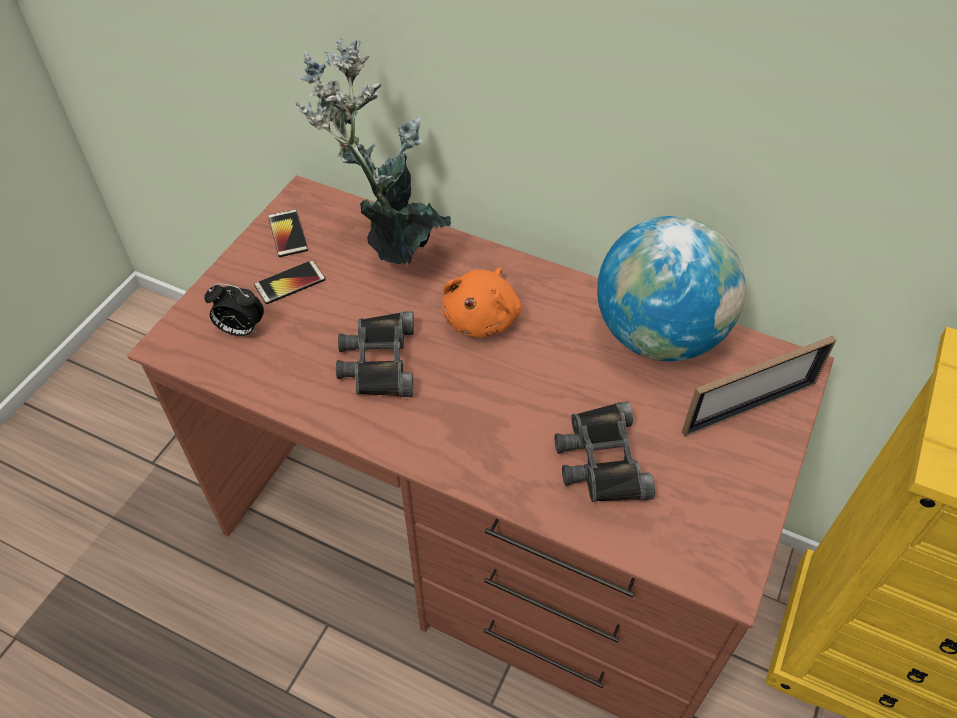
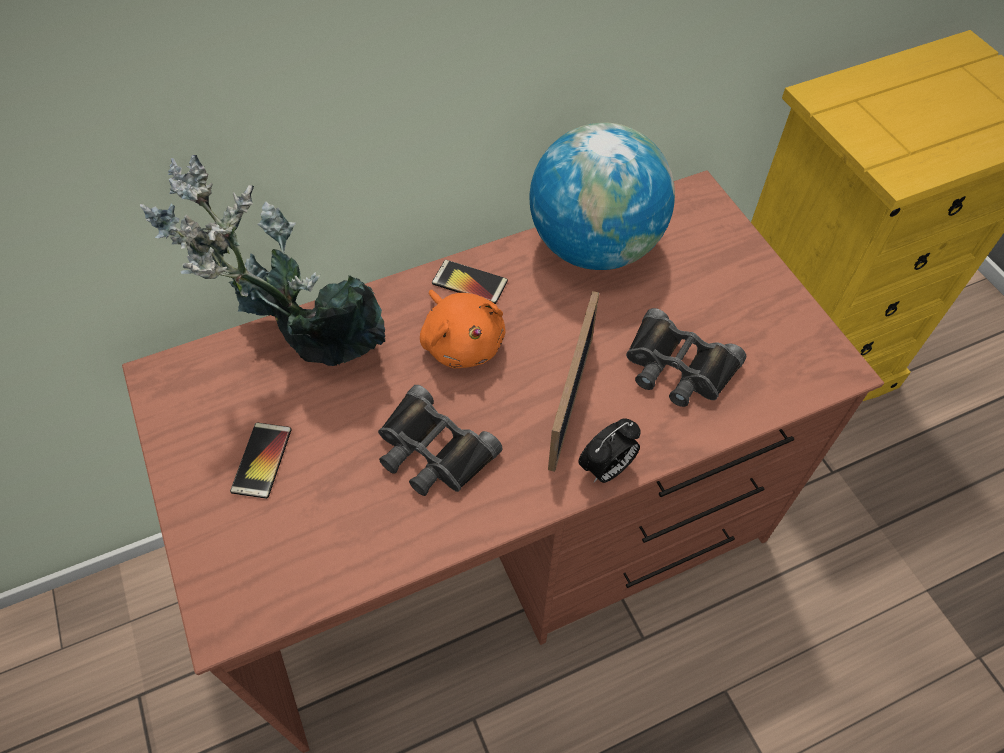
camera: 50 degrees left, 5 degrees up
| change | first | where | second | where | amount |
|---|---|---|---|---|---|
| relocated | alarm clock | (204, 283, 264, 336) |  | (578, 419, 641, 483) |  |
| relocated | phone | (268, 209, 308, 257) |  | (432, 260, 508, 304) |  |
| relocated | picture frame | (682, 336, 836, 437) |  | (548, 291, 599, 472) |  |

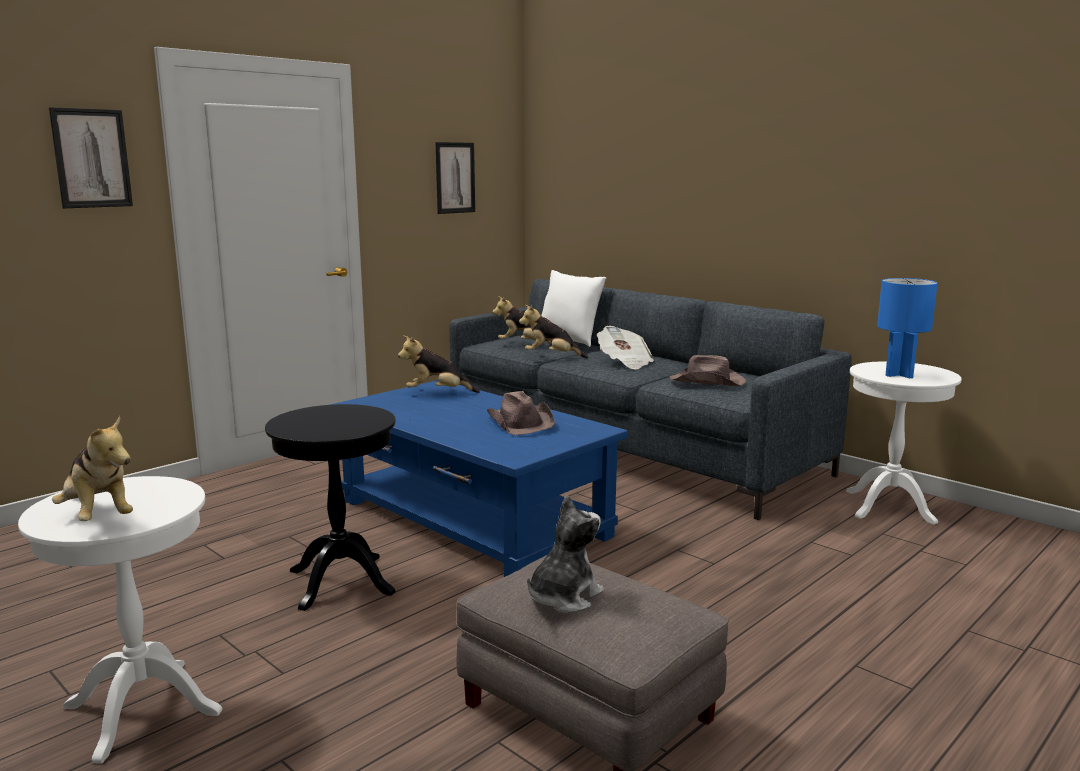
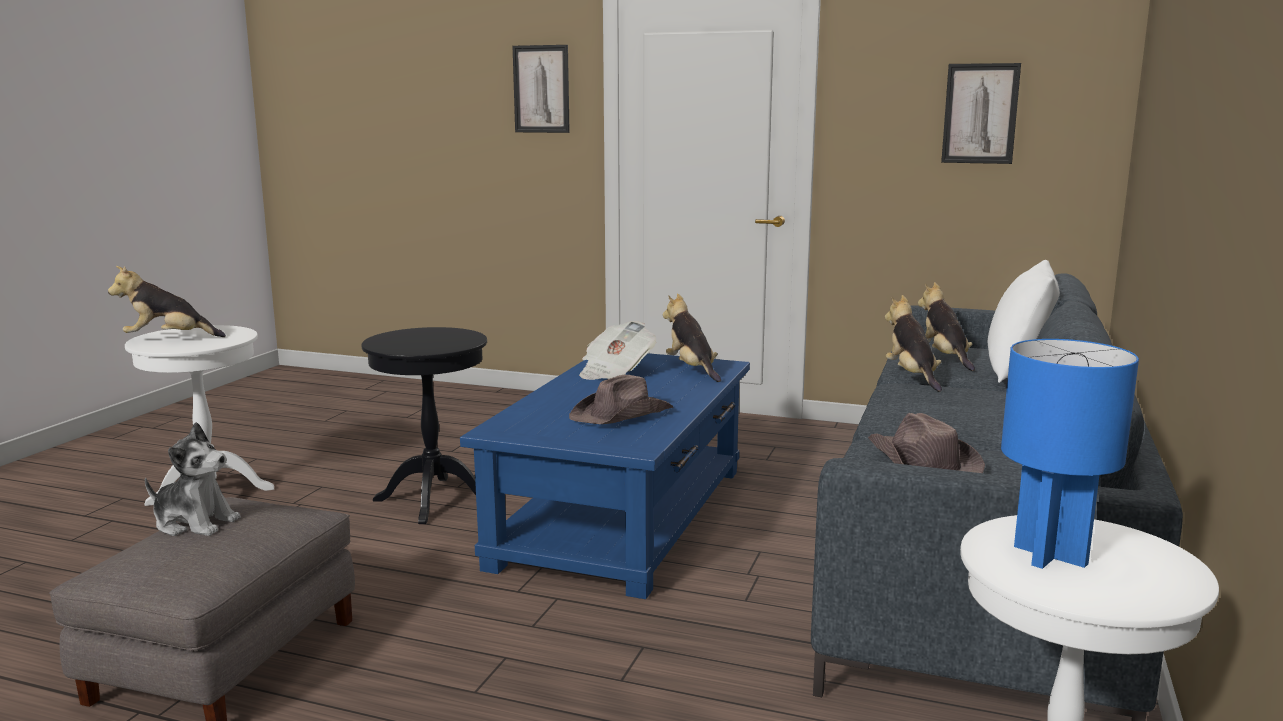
camera: 65 degrees right, 0 degrees up
| change | first | where | second | where | amount |
|---|---|---|---|---|---|
| relocated | newspaper | (597, 326, 654, 369) |  | (579, 321, 656, 380) |  |
| spun | plush toy | (52, 416, 133, 521) |  | (108, 266, 226, 337) | 60 degrees clockwise |

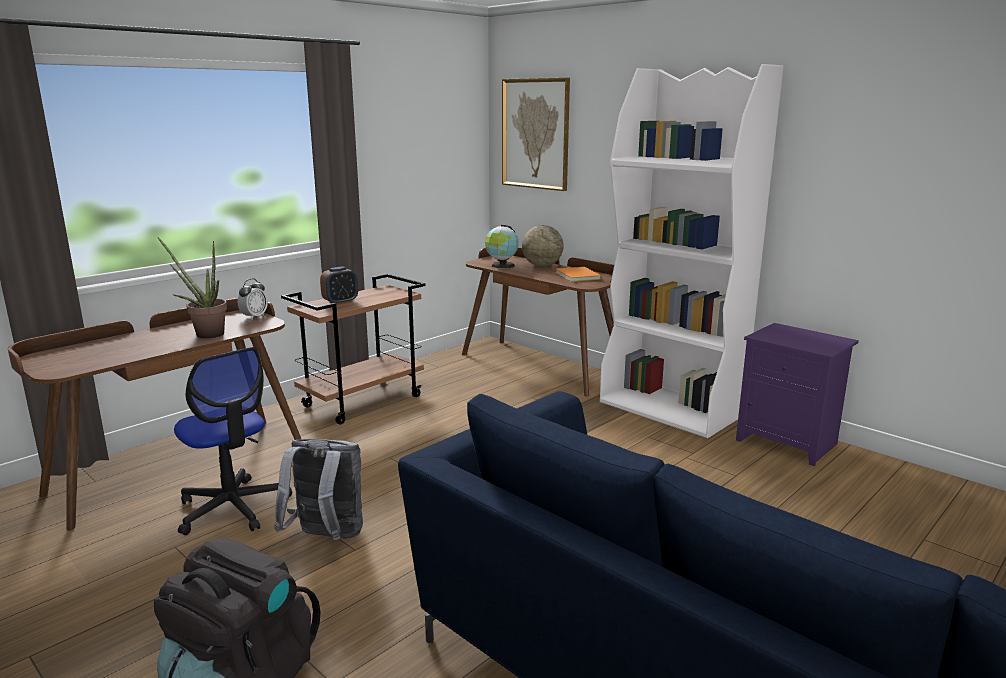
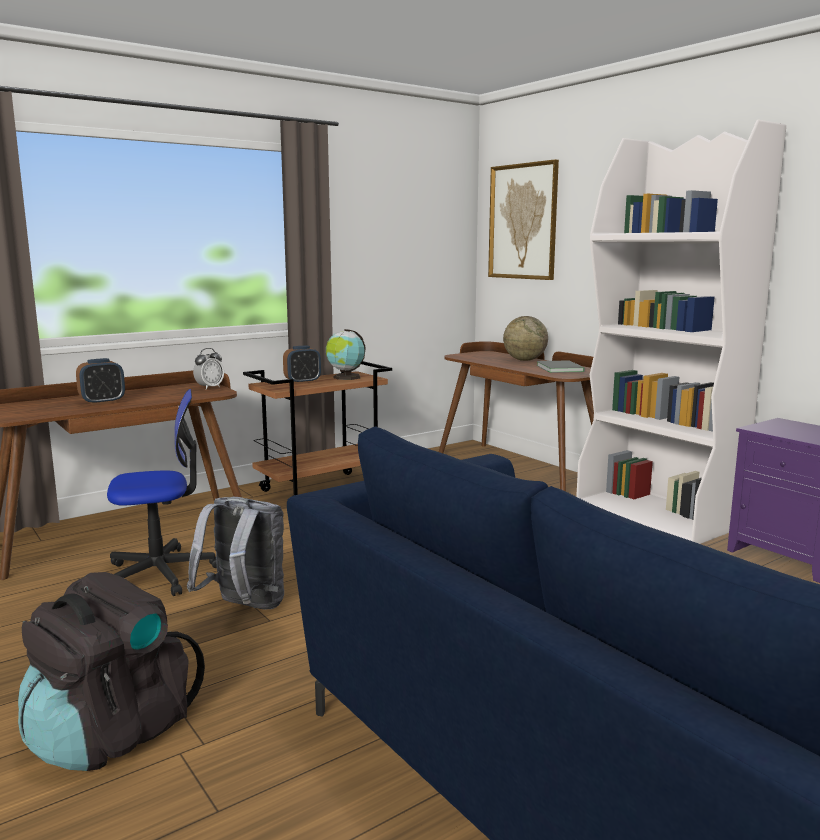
camera: 10 degrees right, 5 degrees down
| change | first | where | second | where | amount |
|---|---|---|---|---|---|
| missing | potted plant | (157, 237, 227, 339) |  |  |  |
| appeared |  |  | alarm clock | (76, 358, 125, 405) |  |
| relocated | globe | (485, 225, 519, 268) |  | (326, 329, 366, 380) |  |
| colour | orange book | (556, 267, 602, 282) | grey book | (537, 360, 585, 373) |  |
| spun | office chair | (174, 347, 292, 535) |  | (107, 389, 217, 596) | 75 degrees counterclockwise |

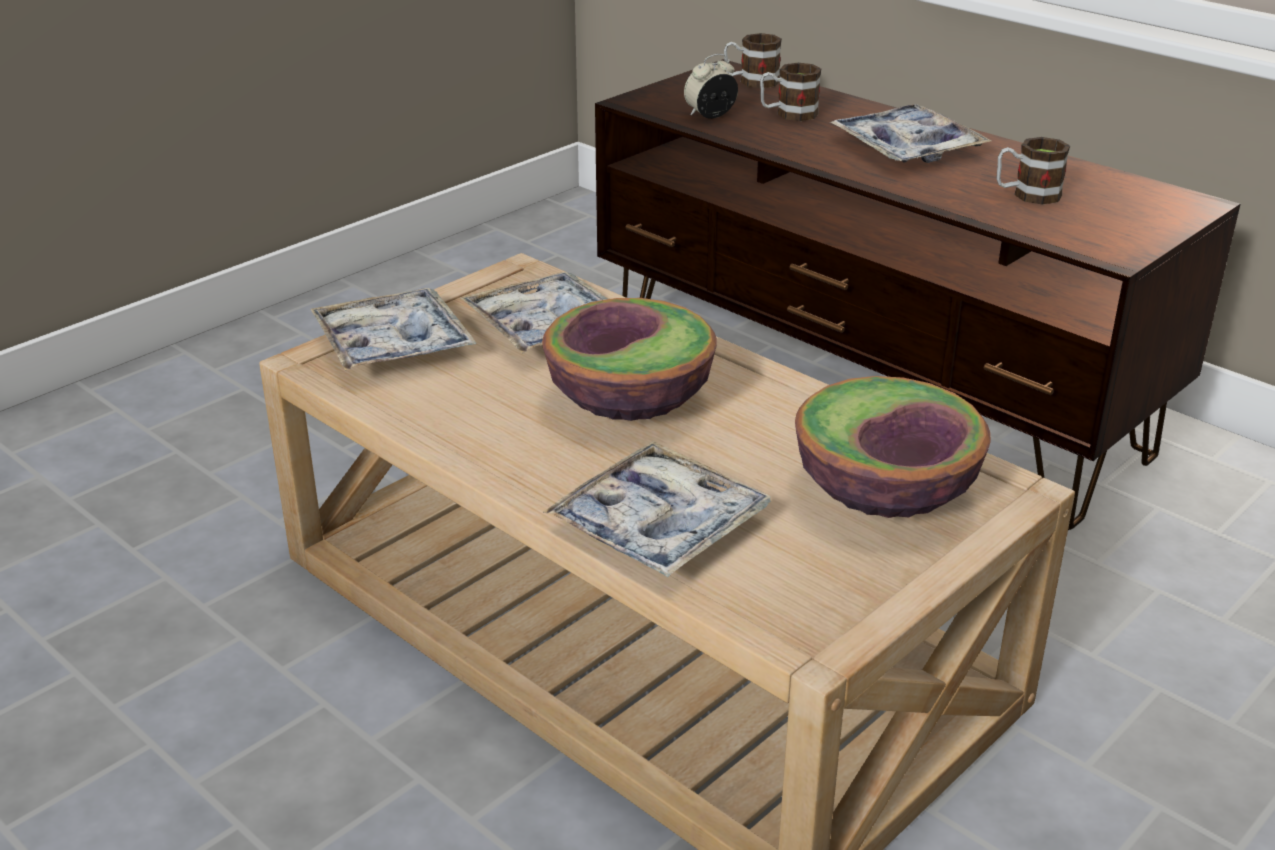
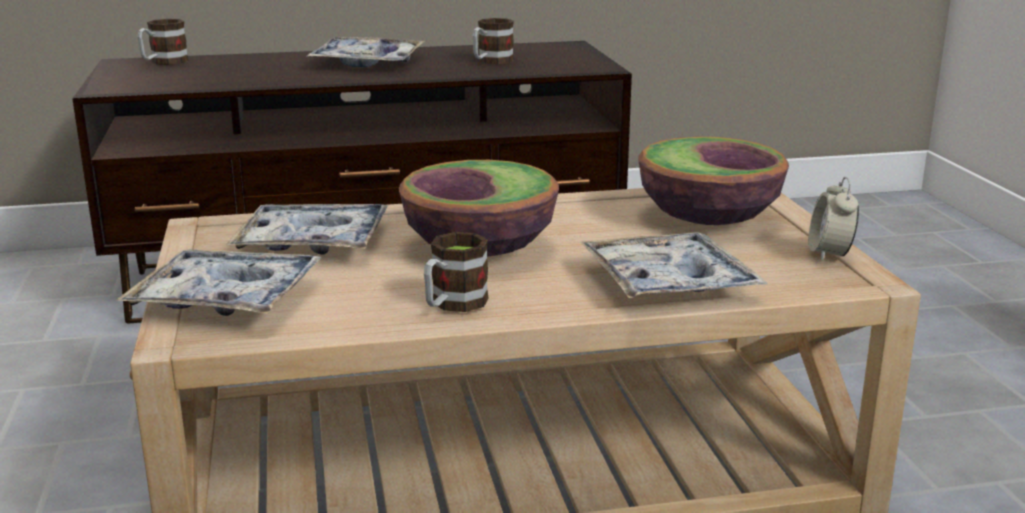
camera: 55 degrees left, 10 degrees down
| change | first | where | second | where | amount |
|---|---|---|---|---|---|
| relocated | alarm clock | (684, 54, 738, 119) |  | (809, 177, 859, 261) |  |
| relocated | mug | (760, 63, 821, 121) |  | (424, 232, 489, 312) |  |

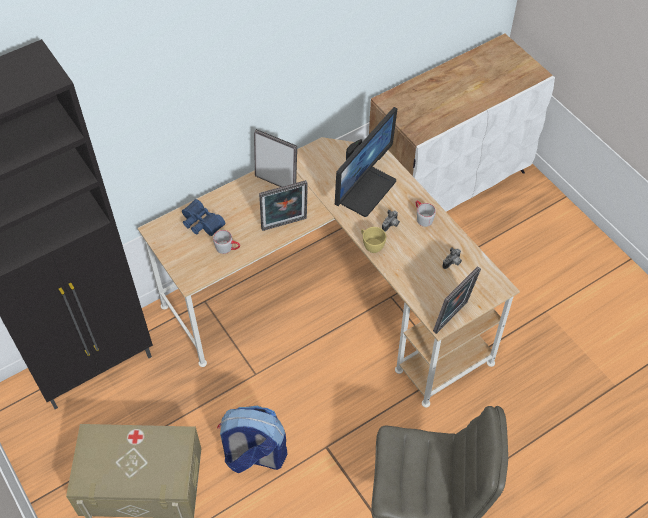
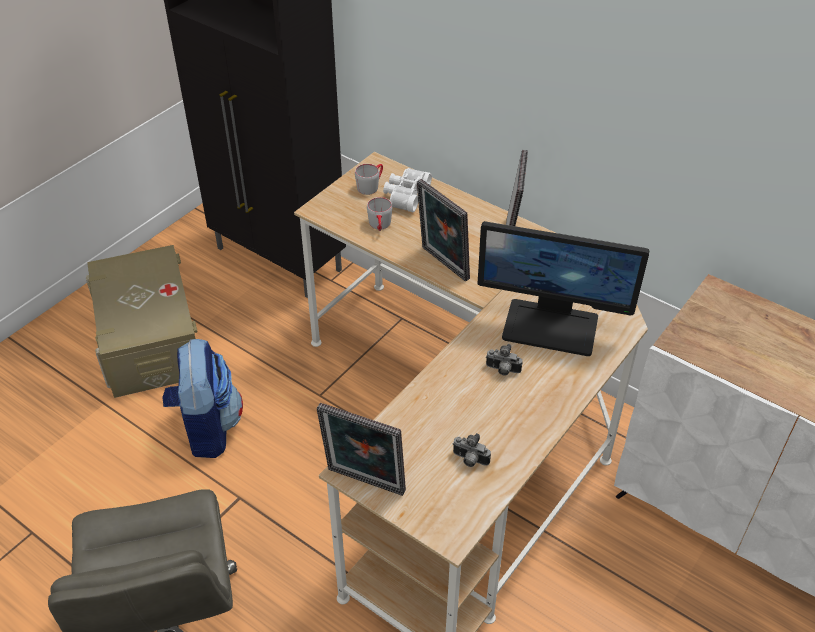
camera: 70 degrees right, 10 degrees down
| change | first | where | second | where | amount |
|---|---|---|---|---|---|
| missing | yellow cup | (361, 227, 386, 253) |  |  |  |
| relocated | grey mug | (416, 201, 436, 227) |  | (355, 164, 383, 195) |  |
| colour | blue binoculars | (182, 199, 225, 236) | white binoculars | (383, 168, 432, 213) |  |

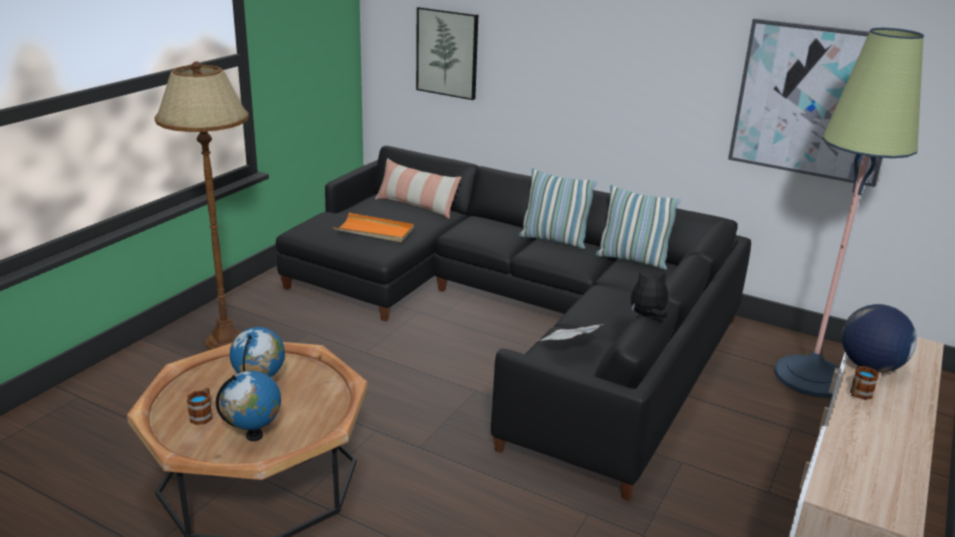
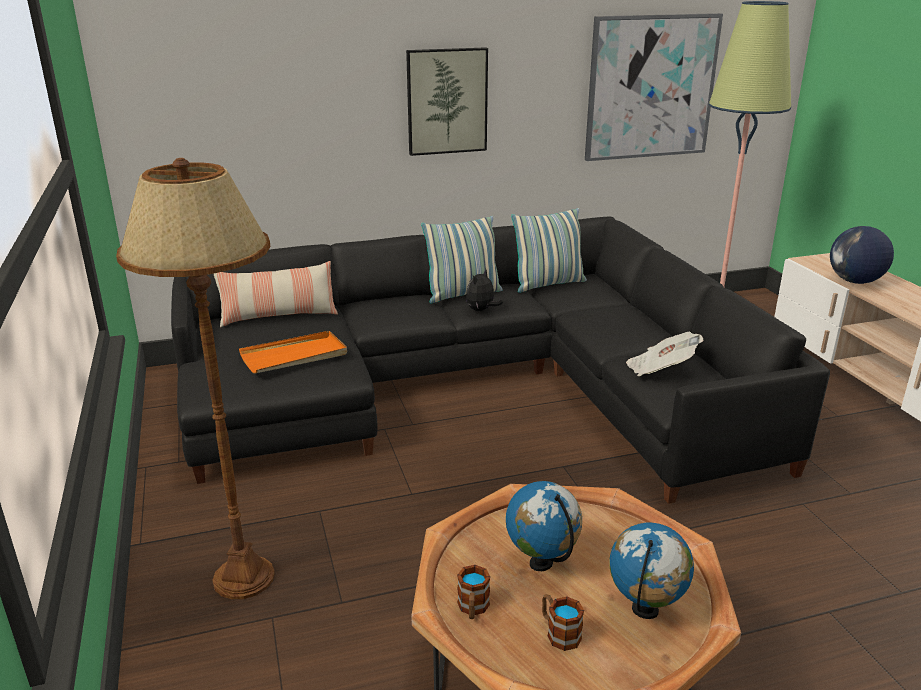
camera: 45 degrees left, 0 degrees up
| change | first | where | second | where | amount |
|---|---|---|---|---|---|
| relocated | picture | (416, 7, 478, 100) |  | (406, 47, 488, 156) |  |
| relocated | plush toy | (631, 271, 668, 318) |  | (466, 269, 503, 311) |  |
| relocated | mug | (850, 366, 879, 400) |  | (457, 565, 490, 619) |  |

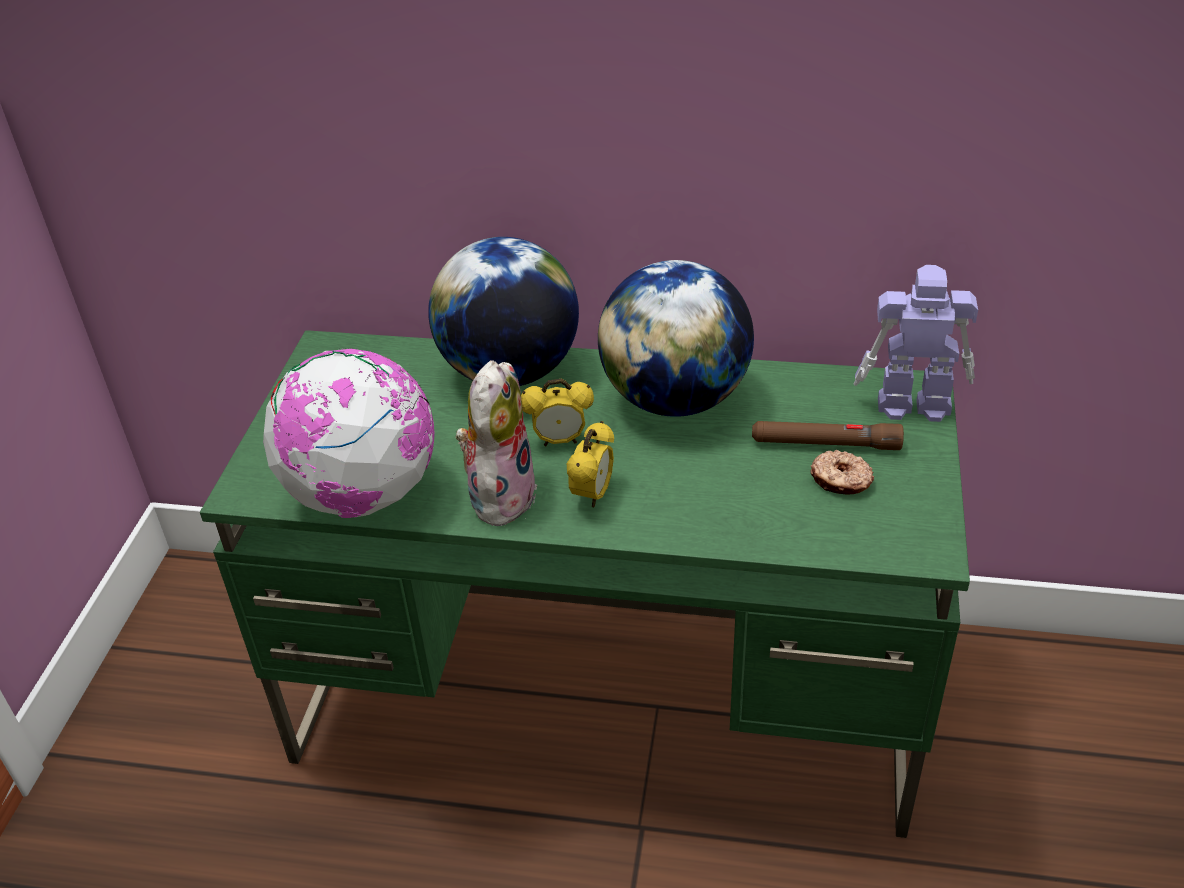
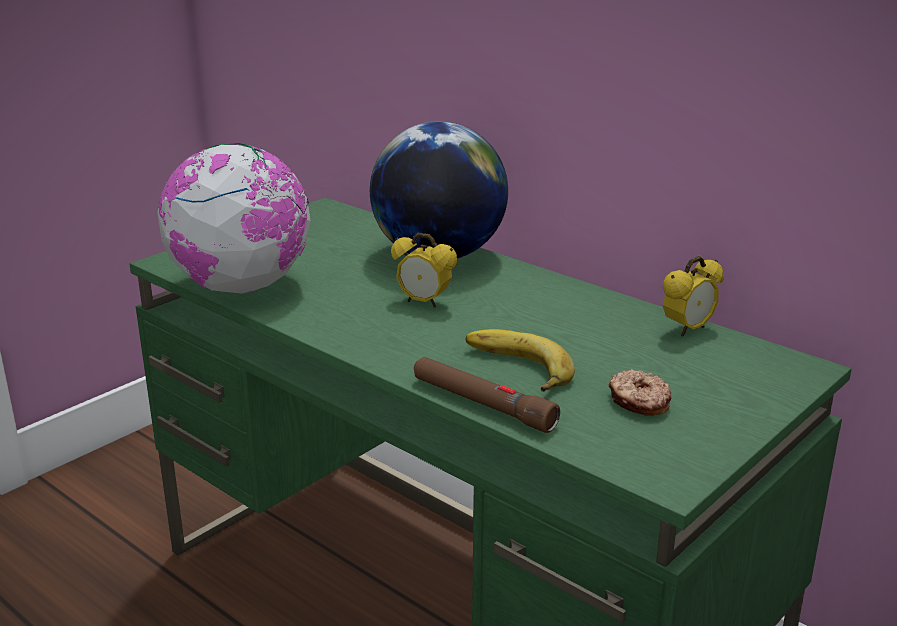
camera: 30 degrees right, 15 degrees down
| change | first | where | second | where | amount |
|---|---|---|---|---|---|
| missing | plush toy | (456, 360, 537, 526) |  |  |  |
| missing | globe | (598, 260, 754, 417) |  |  |  |
| missing | toy robot | (854, 265, 978, 422) |  |  |  |
| appeared |  |  | banana | (466, 329, 575, 392) |  |
| relocated | alarm clock | (567, 421, 614, 508) |  | (663, 256, 724, 336) |  |
| relocated | brown flashlight | (752, 421, 904, 450) |  | (414, 357, 560, 433) |  |

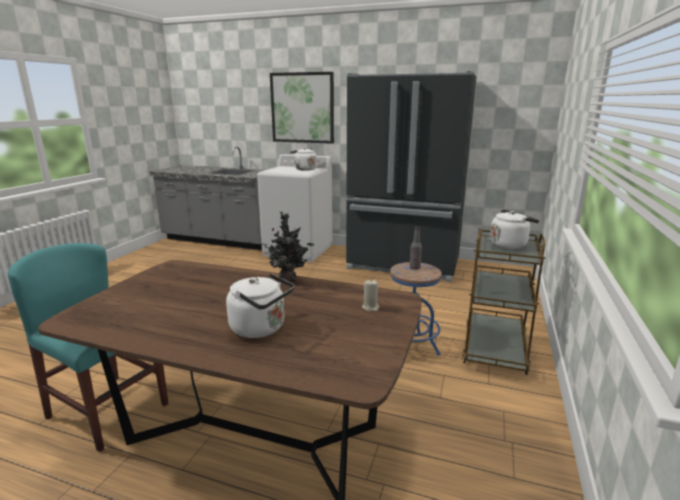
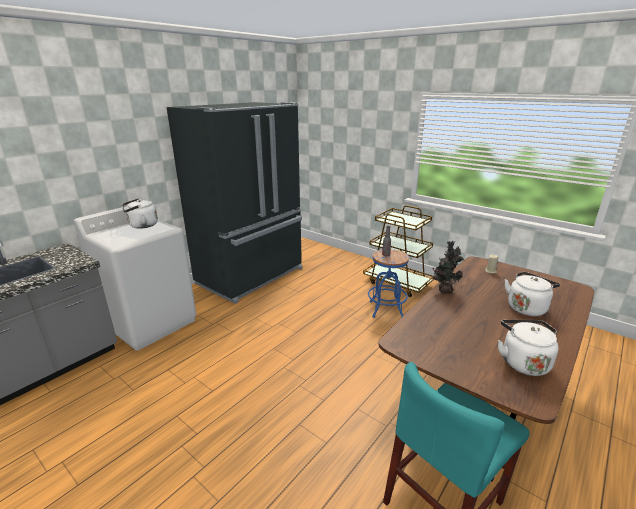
camera: 70 degrees left, 5 degrees up
| change | first | where | second | where | amount |
|---|---|---|---|---|---|
| missing | picture | (270, 72, 334, 144) |  |  |  |
| relocated | white kettle | (490, 210, 539, 249) |  | (498, 320, 559, 376) |  |

